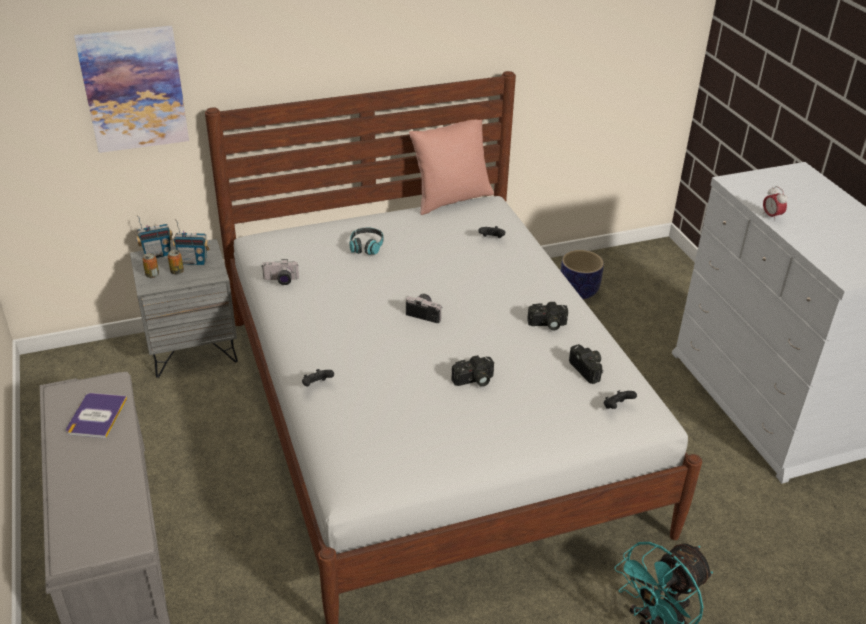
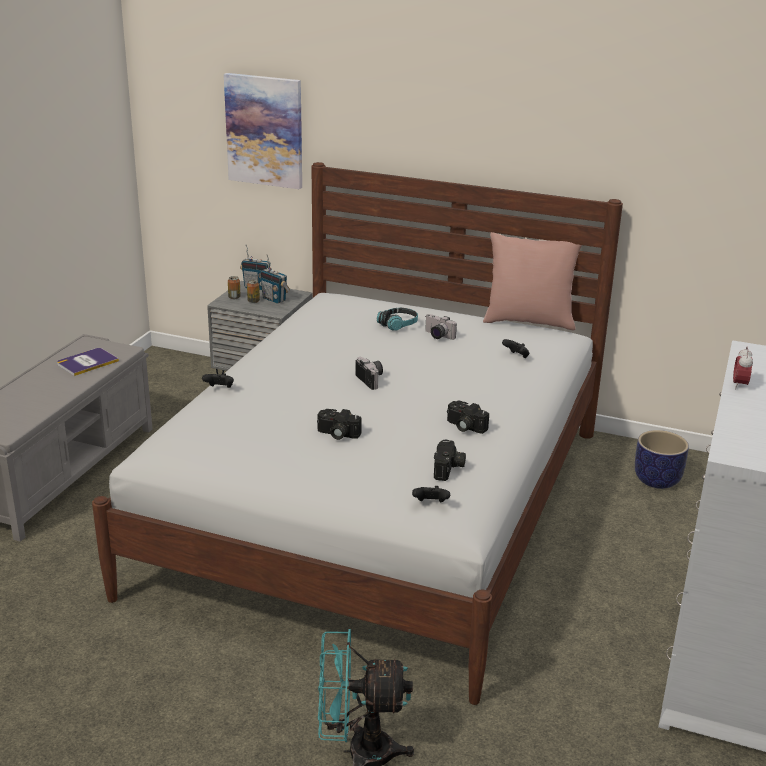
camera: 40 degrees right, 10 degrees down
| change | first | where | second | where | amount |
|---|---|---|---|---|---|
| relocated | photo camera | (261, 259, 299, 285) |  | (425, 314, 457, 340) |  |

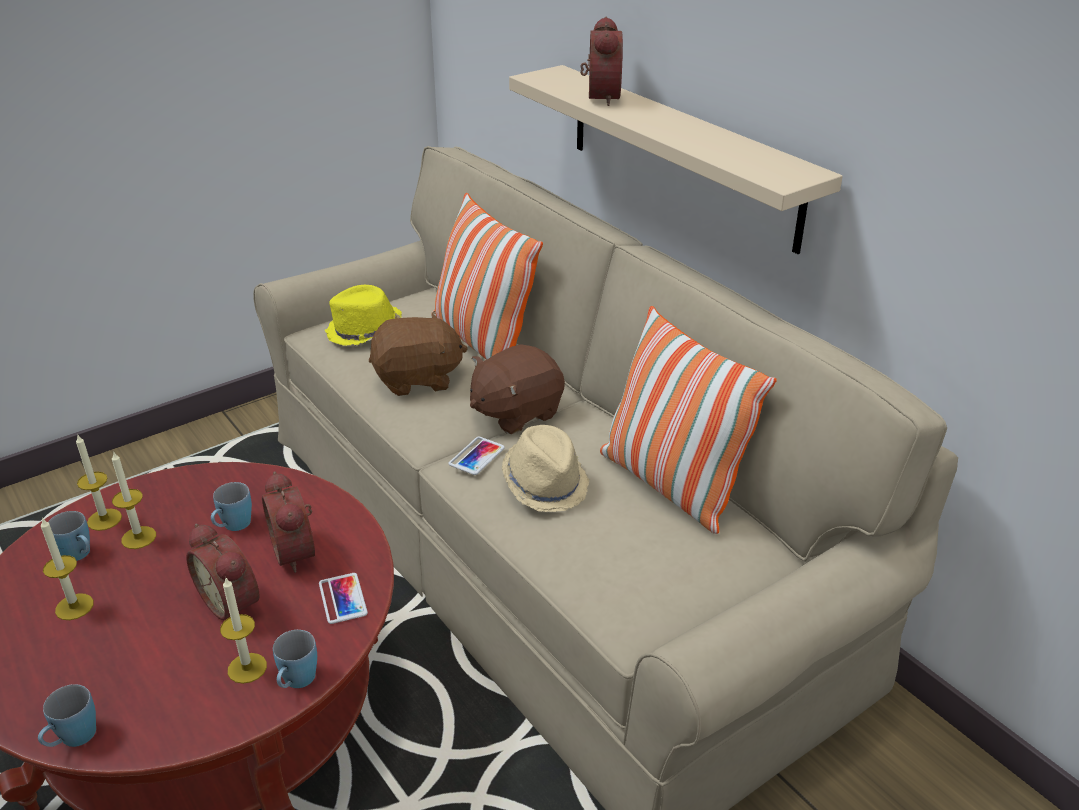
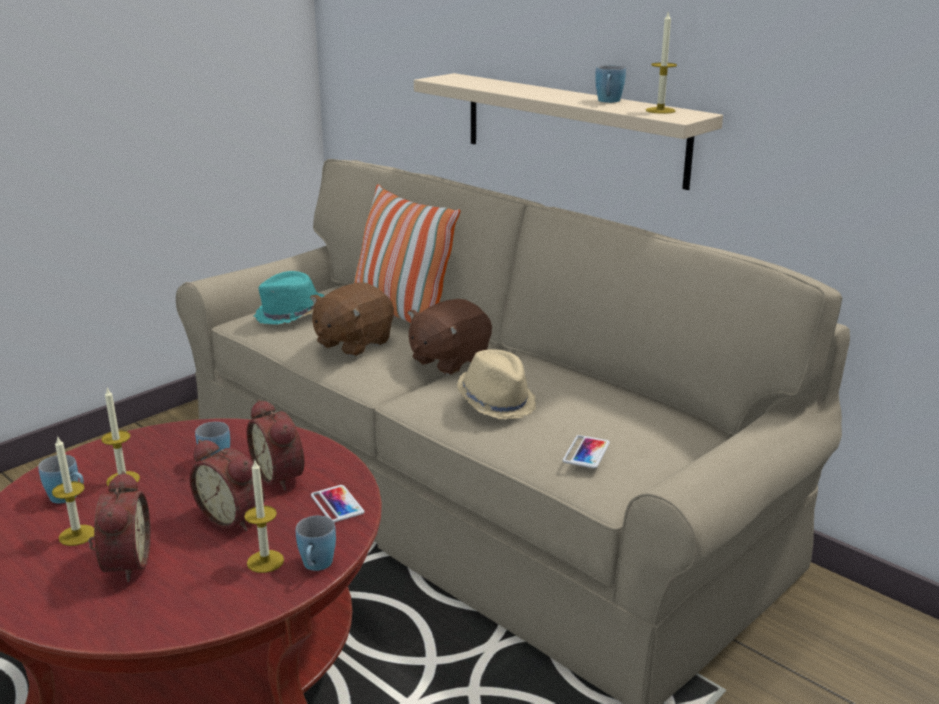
camera: 10 degrees left, 10 degrees down
| change | first | where | second | where | amount |
|---|---|---|---|---|---|
| missing | pillow | (600, 306, 777, 534) |  |  |  |
| relocated | blue mug | (38, 684, 96, 747) |  | (595, 65, 626, 103) |  |
| relocated | candle | (76, 434, 122, 531) |  | (646, 11, 677, 114) |  |
| relocated | phone | (448, 437, 505, 475) |  | (562, 435, 610, 468) |  |
| relocated | alarm clock | (580, 17, 623, 106) |  | (88, 471, 151, 582) |  |
| colour | yellow hat | (325, 285, 402, 346) | turquoise hat | (254, 271, 324, 325) |  |
| spun | brown plush toy | (369, 311, 468, 396) |  | (310, 282, 394, 357) | 150 degrees clockwise |

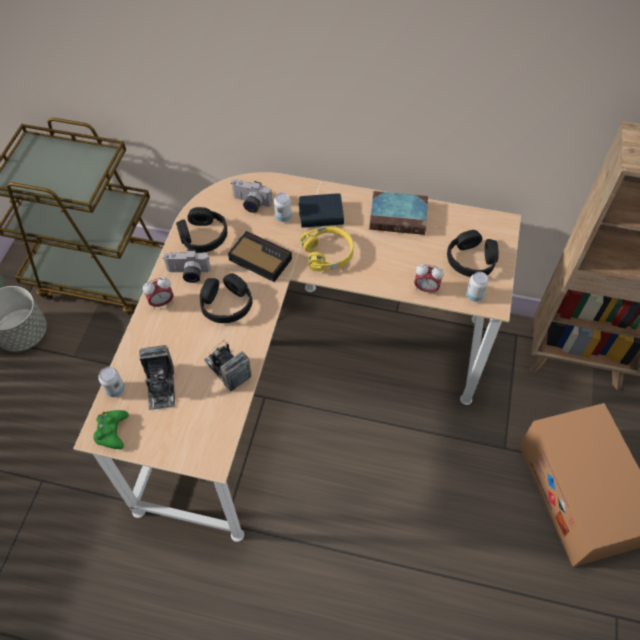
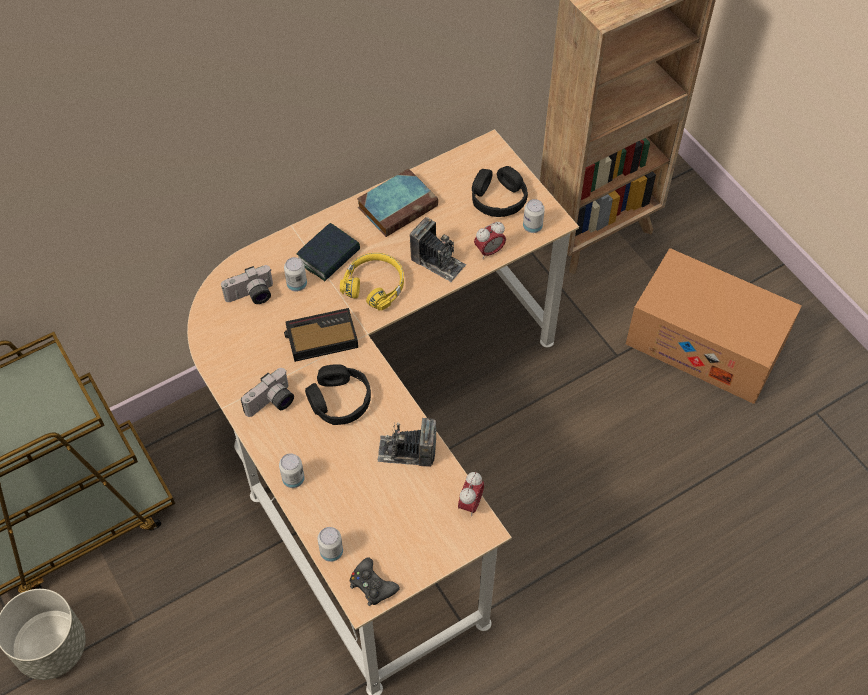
camera: 45 degrees left, 0 degrees up
| change | first | where | second | where | amount |
|---|---|---|---|---|---|
| missing | black headphones | (176, 207, 227, 253) |  |  |  |
| appeared |  |  | can | (279, 453, 305, 488) |  |
| relocated | photo camera | (139, 345, 175, 410) |  | (410, 217, 466, 282) |  |
| relocated | alarm clock | (143, 277, 174, 310) |  | (458, 472, 484, 516) |  |
| colour | green game controller | (94, 410, 129, 449) | black game controller | (350, 557, 400, 606) |  |

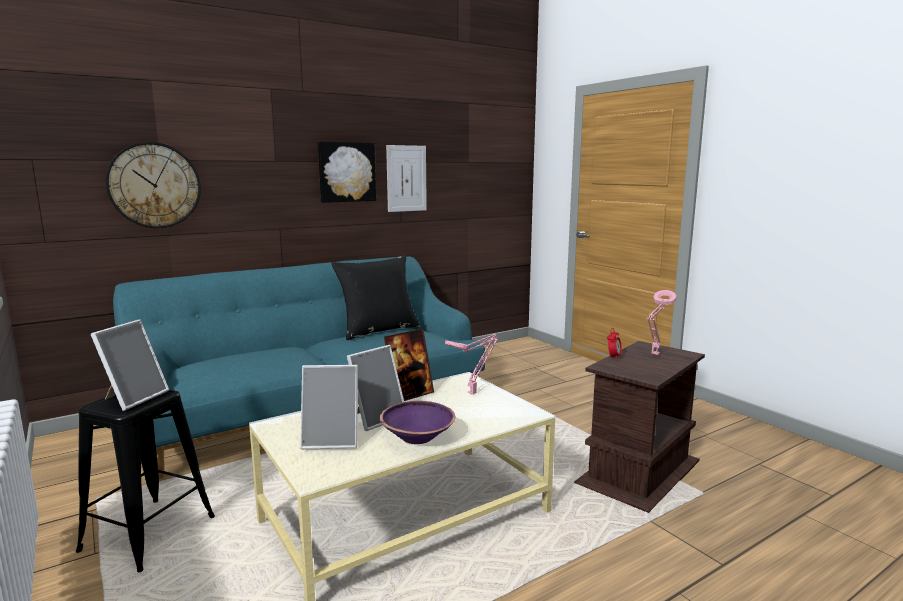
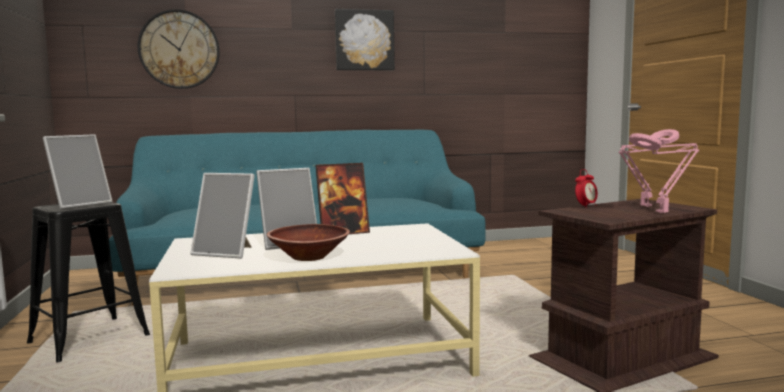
camera: 20 degrees right, 5 degrees down
| change | first | where | second | where | amount |
|---|---|---|---|---|---|
| missing | black pillow | (331, 255, 421, 340) |  |  |  |
| missing | picture | (386, 145, 427, 212) |  |  |  |
| relocated | pink table lamp | (445, 334, 498, 394) |  | (629, 133, 700, 213) |  |
| colour | purple bowl | (380, 401, 456, 444) | brown bowl | (266, 224, 350, 261) |  |

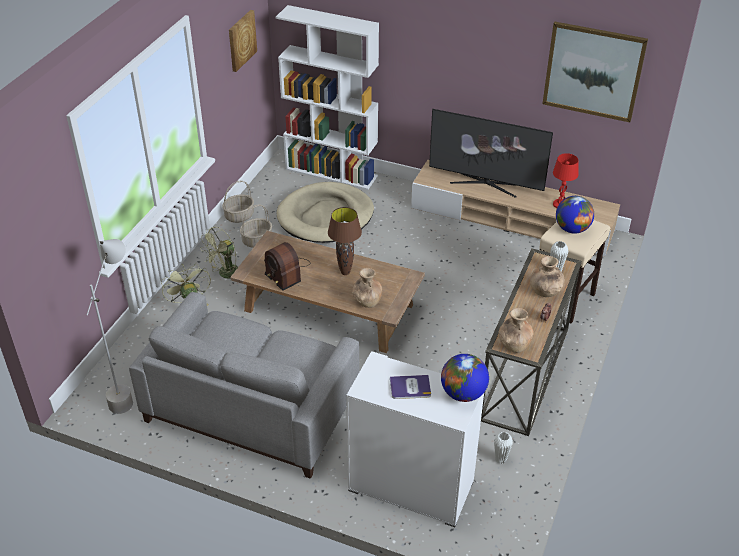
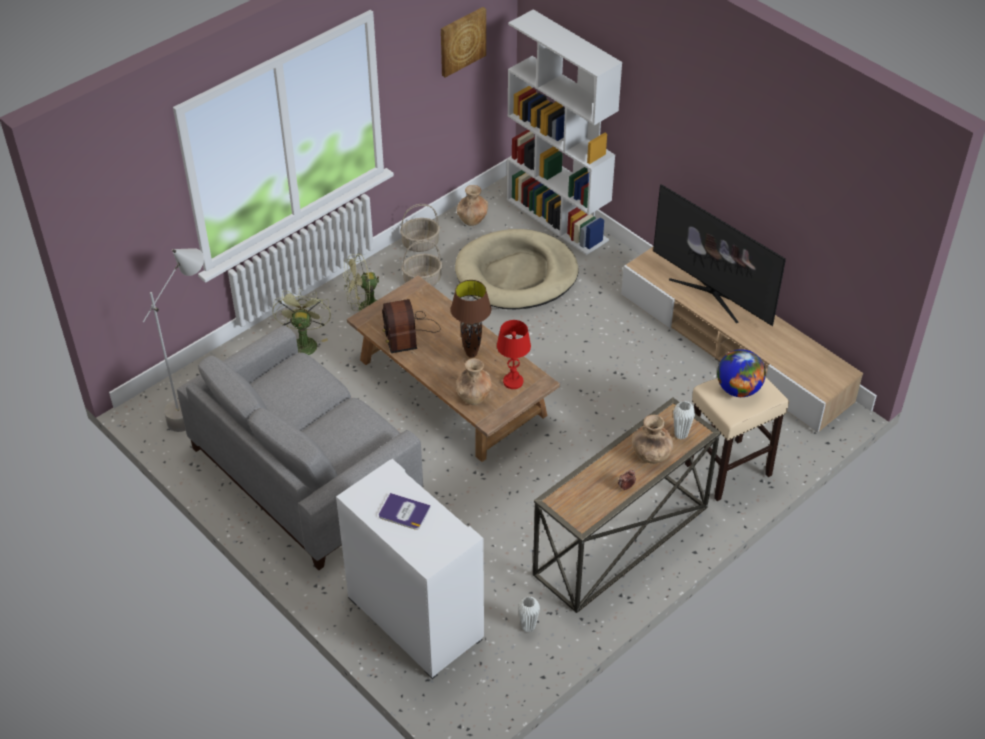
camera: 25 degrees right, 5 degrees up
| change | first | where | second | where | amount |
|---|---|---|---|---|---|
| missing | globe | (441, 354, 489, 402) |  |  |  |
| missing | picture | (542, 22, 648, 122) |  |  |  |
| relocated | brown vase | (499, 308, 533, 353) |  | (457, 185, 488, 226) |  |
| relocated | red table lamp | (553, 153, 579, 208) |  | (497, 320, 531, 389) |  |

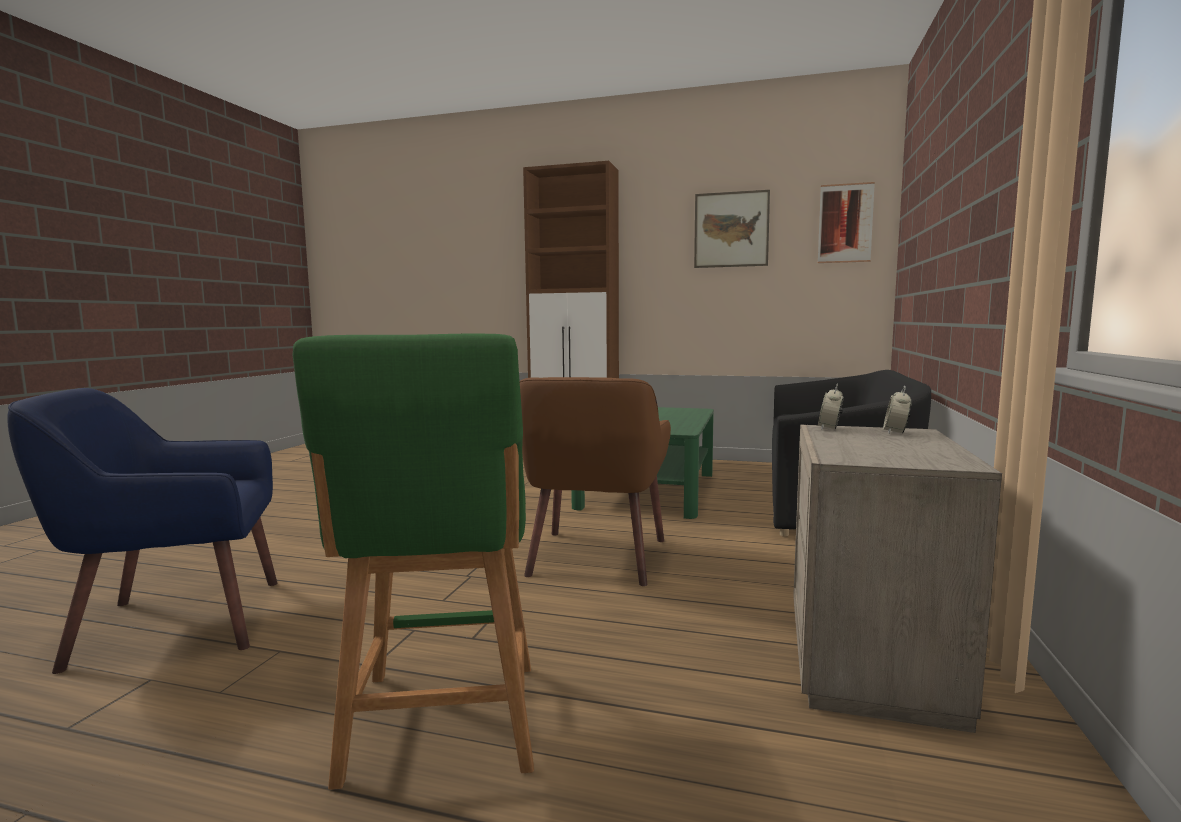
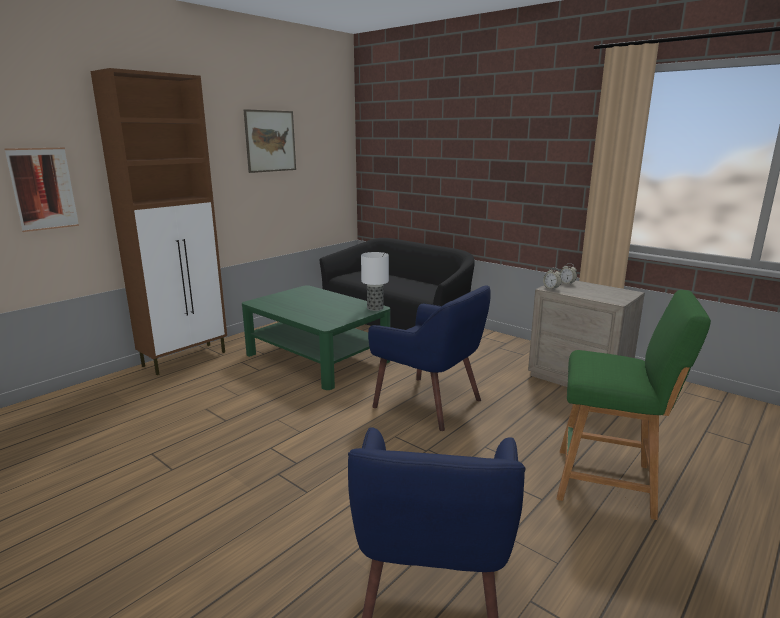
camera: 65 degrees left, 10 degrees up
| change | first | where | second | where | amount |
|---|---|---|---|---|---|
| appeared |  |  | table lamp | (361, 252, 389, 311) |  |
| relocated | picture | (818, 182, 875, 263) |  | (5, 148, 79, 232) |  |
| colour | brown armchair | (520, 377, 671, 586) | blue armchair | (368, 285, 491, 431) |  |

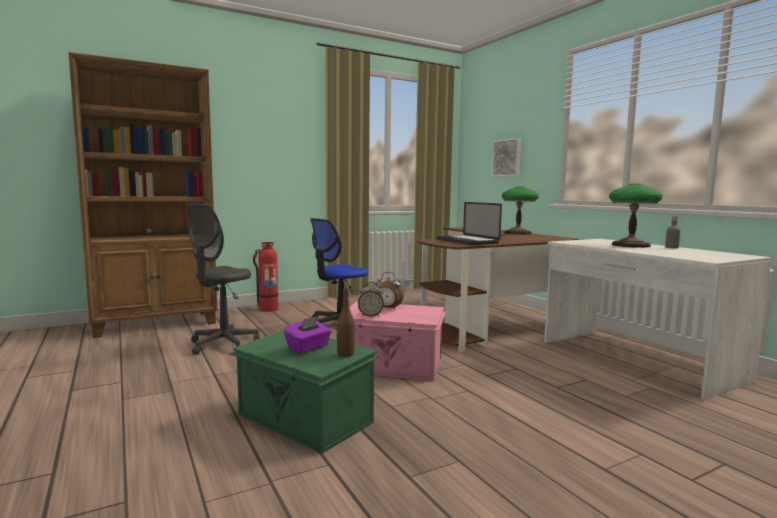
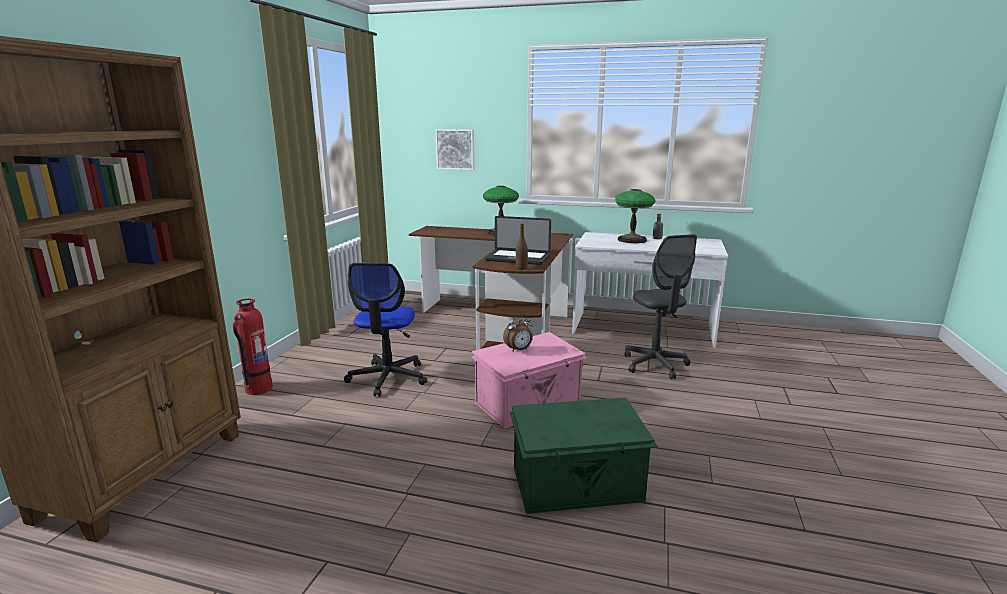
camera: 45 degrees left, 10 degrees up
| change | first | where | second | where | amount |
|---|---|---|---|---|---|
| missing | purple tissue box | (284, 316, 332, 354) |  |  |  |
| missing | alarm clock | (358, 282, 384, 317) |  |  |  |
| relocated | grey office chair | (187, 203, 259, 355) |  | (625, 234, 697, 379) |  |
| relocated | brown bottle | (337, 288, 355, 357) |  | (516, 224, 528, 270) |  |

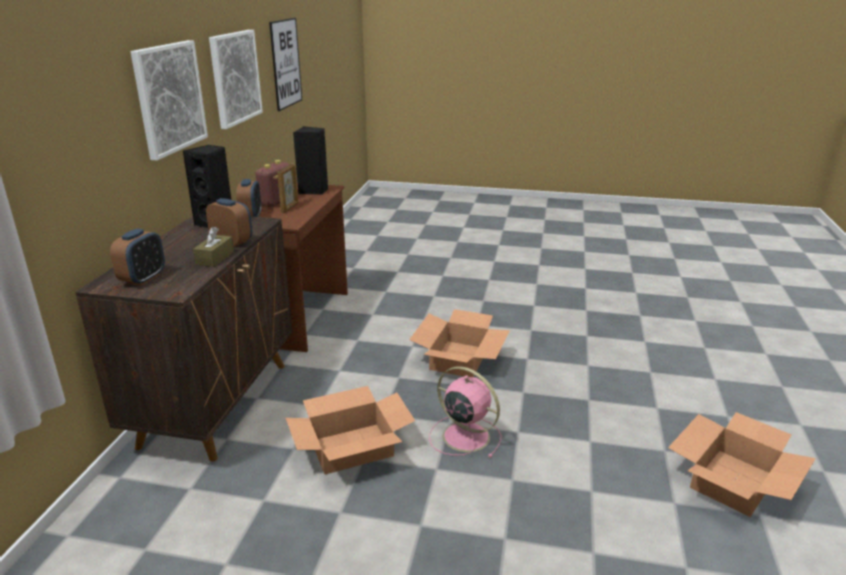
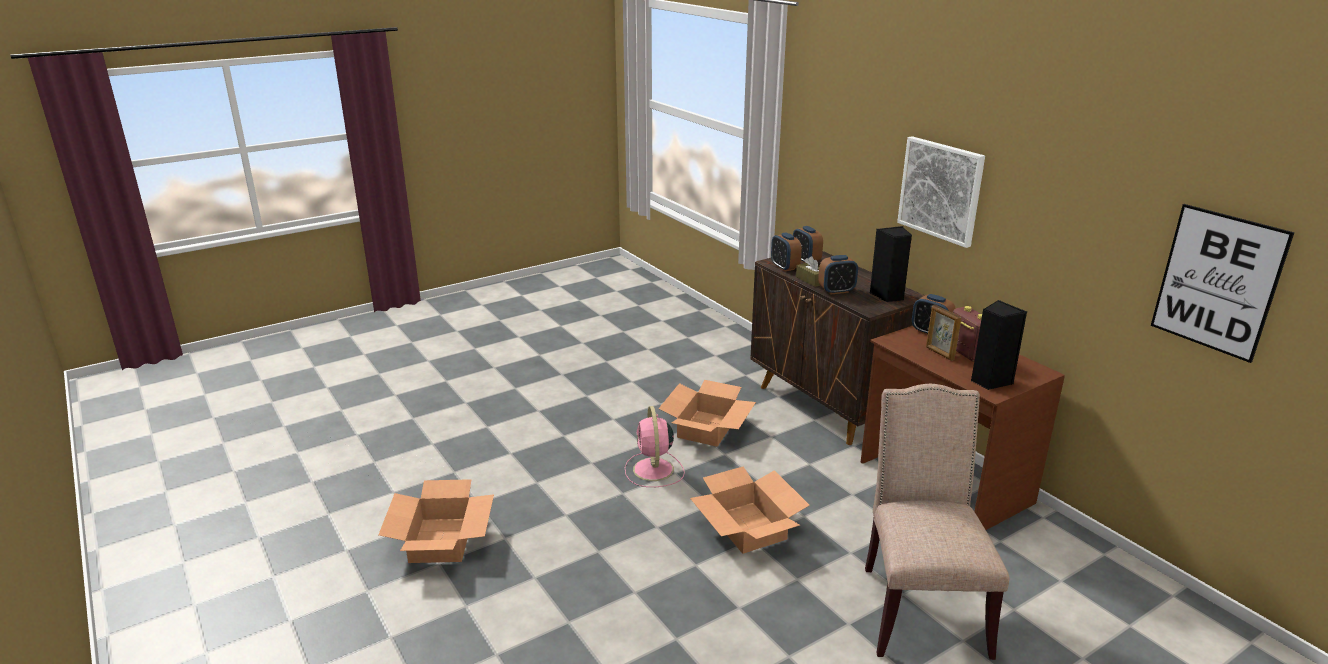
camera: 135 degrees right, 0 degrees up
| change | first | where | second | where | amount |
|---|---|---|---|---|---|
| missing | picture | (209, 30, 263, 129) |  |  |  |
| appeared |  |  | alarm clock | (771, 232, 802, 272) |  |
| appeared |  |  | beige chair | (865, 384, 1009, 660) |  |
| spun | pink fan | (429, 366, 502, 458) |  | (625, 406, 685, 487) | 90 degrees clockwise |

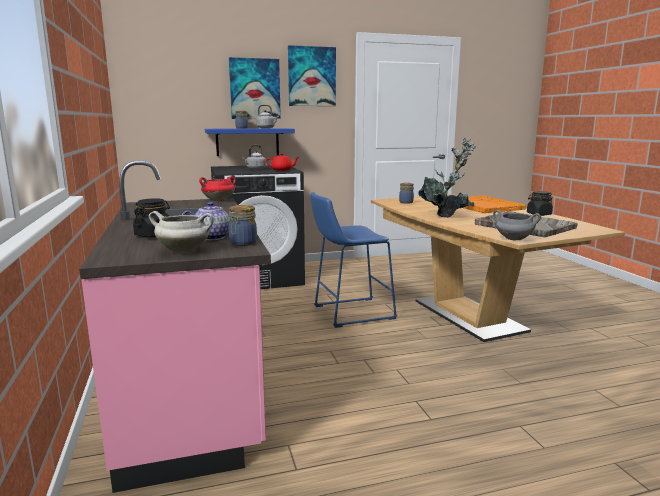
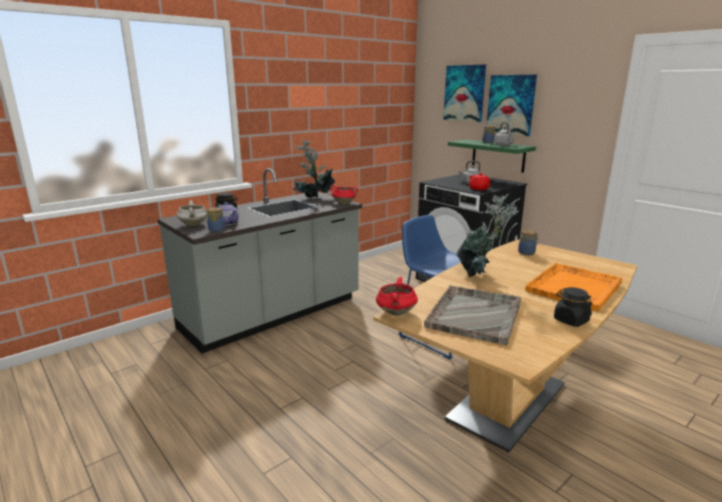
camera: 65 degrees right, 5 degrees up
| change | first | where | second | where | amount |
|---|---|---|---|---|---|
| appeared |  |  | potted plant | (292, 139, 335, 198) |  |
| relocated | picture | (288, 45, 336, 106) |  | (444, 64, 486, 122) |  |
| colour | pink counter | (79, 160, 271, 493) | grey counter | (157, 168, 362, 353) |  |
| colour | blue shelf | (205, 128, 295, 156) | green shelf | (448, 140, 536, 173) |  |
| colour | grey cooking pot | (493, 210, 541, 241) | red cooking pot | (376, 277, 418, 316) |  |

